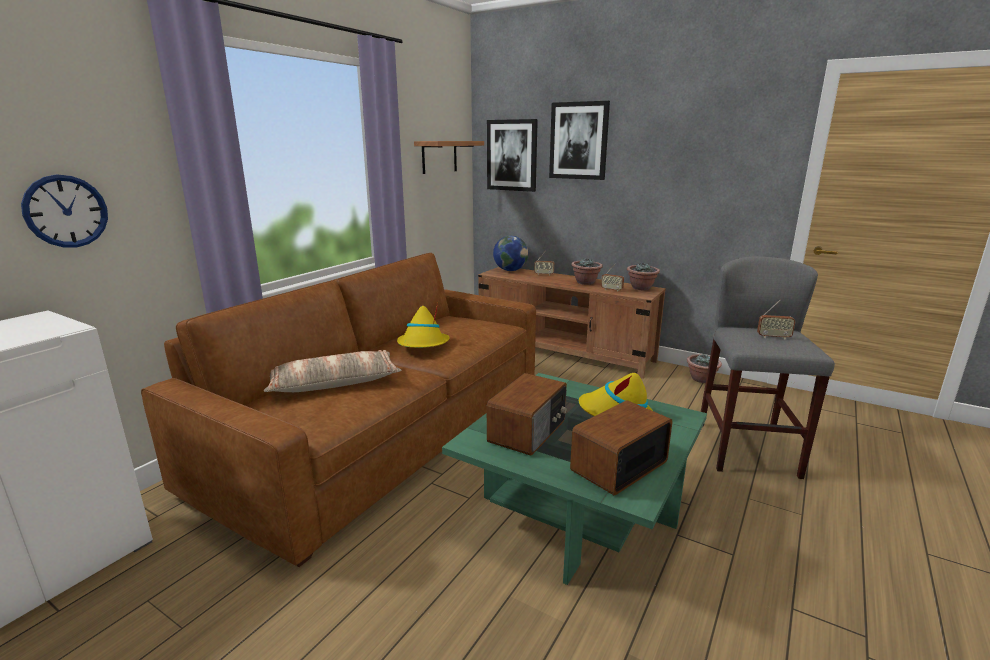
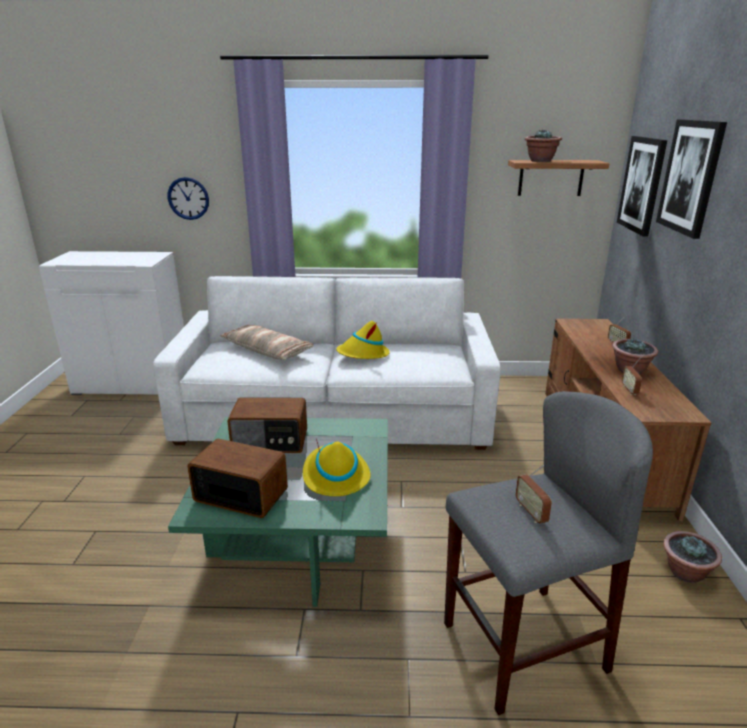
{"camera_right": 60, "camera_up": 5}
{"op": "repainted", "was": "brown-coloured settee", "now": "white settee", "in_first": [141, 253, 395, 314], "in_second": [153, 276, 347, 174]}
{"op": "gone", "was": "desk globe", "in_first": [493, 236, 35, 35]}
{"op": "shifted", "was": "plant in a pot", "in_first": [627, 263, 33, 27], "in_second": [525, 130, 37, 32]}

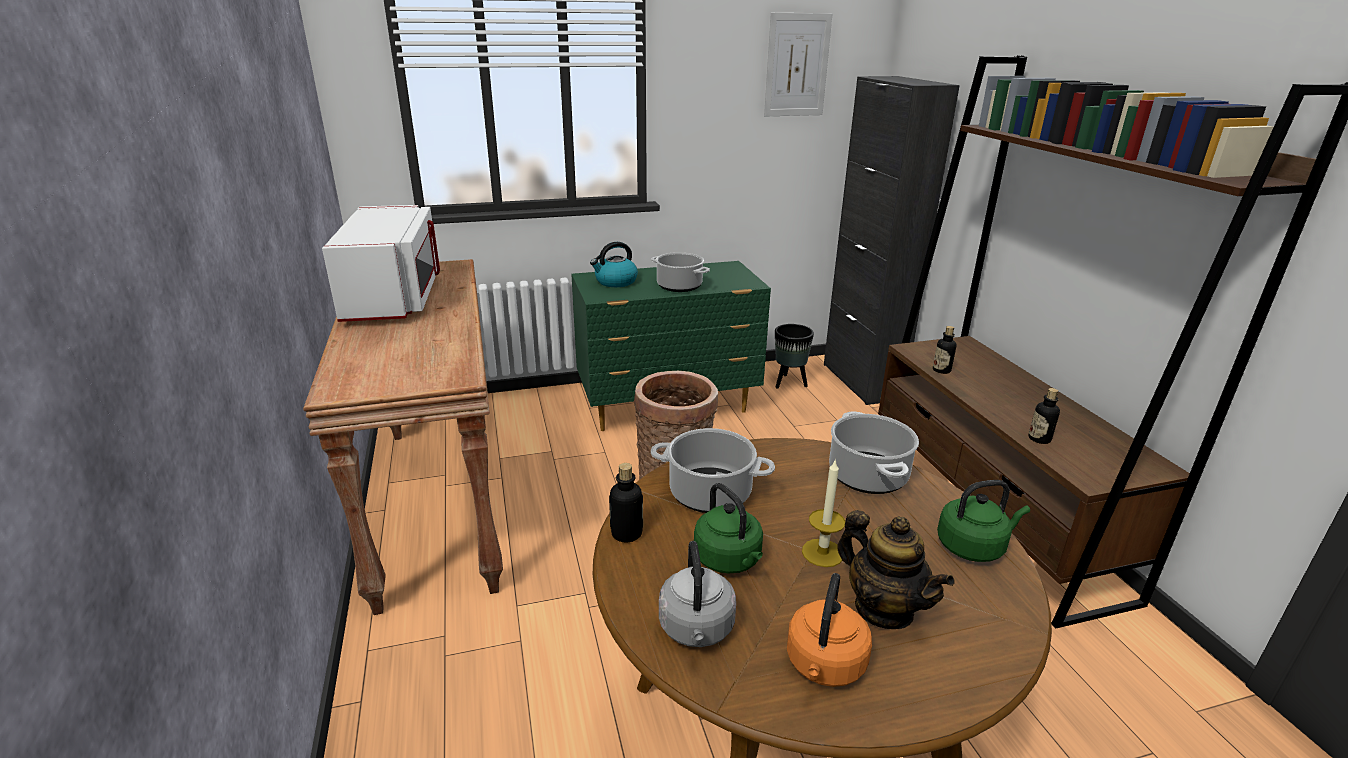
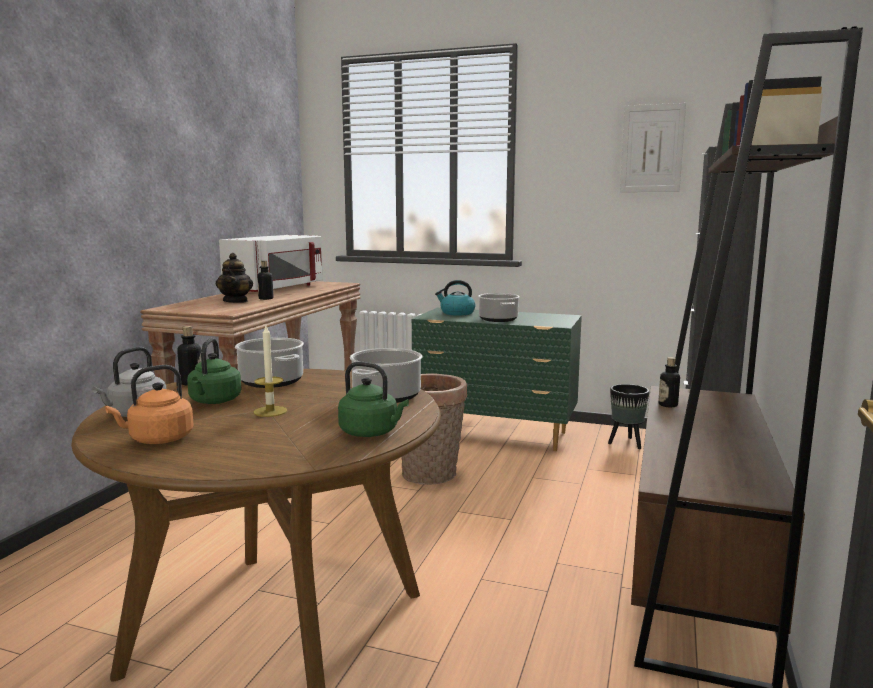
{"camera_right": 35, "camera_up": -15}
{"op": "shifted", "was": "tea pot", "in_first": [837, 510, 117, 119], "in_second": [216, 253, 37, 50]}
{"op": "shifted", "was": "beverage bottle", "in_first": [1028, 388, 32, 56], "in_second": [257, 261, 16, 39]}

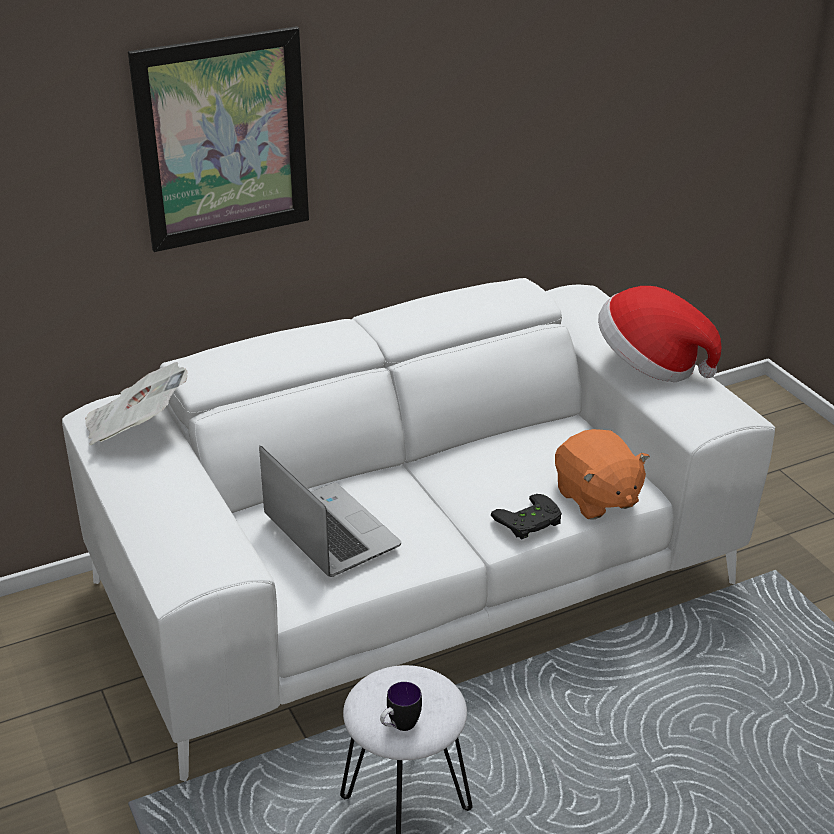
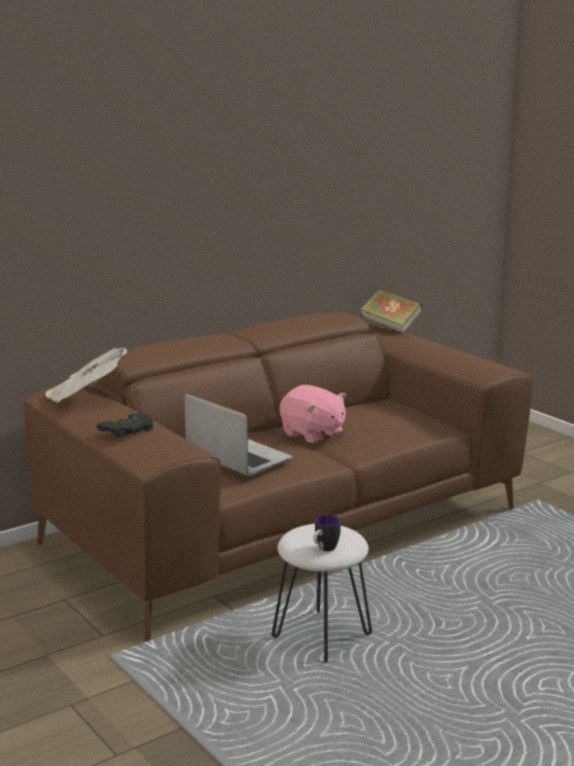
{"camera_right": -10, "camera_up": -15}
{"op": "repainted", "was": "white settee", "now": "brown-coloured settee", "in_first": [62, 278, 713, 503], "in_second": [24, 312, 509, 329]}
{"op": "gone", "was": "wall picture", "in_first": [128, 26, 181, 226]}
{"op": "shifted", "was": "black-coloured game controller", "in_first": [491, 494, 71, 45], "in_second": [97, 413, 56, 26]}
{"op": "gone", "was": "orangey cuddly toy", "in_first": [555, 429, 95, 91]}
{"op": "gone", "was": "clothing hat", "in_first": [598, 286, 124, 96]}
{"op": "new", "now": "pink-coloured cuddly toy", "in_second": [279, 385, 67, 59]}
{"op": "new", "now": "book", "in_second": [360, 288, 63, 45]}

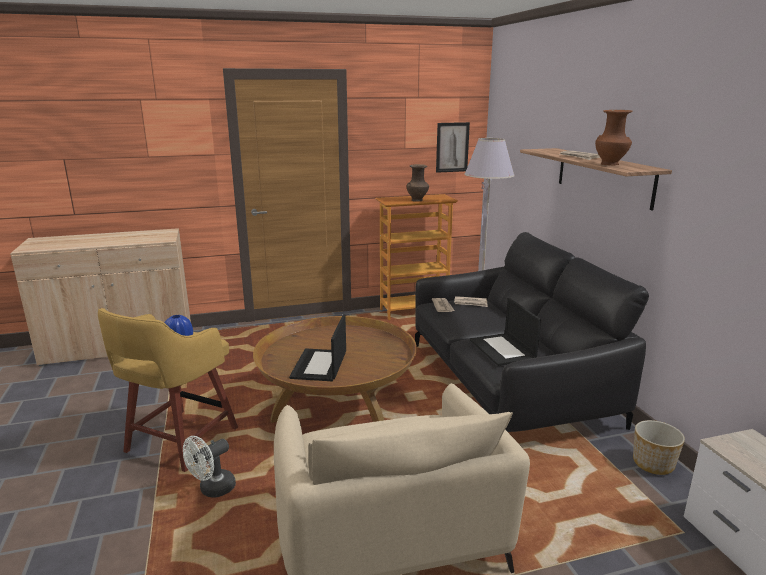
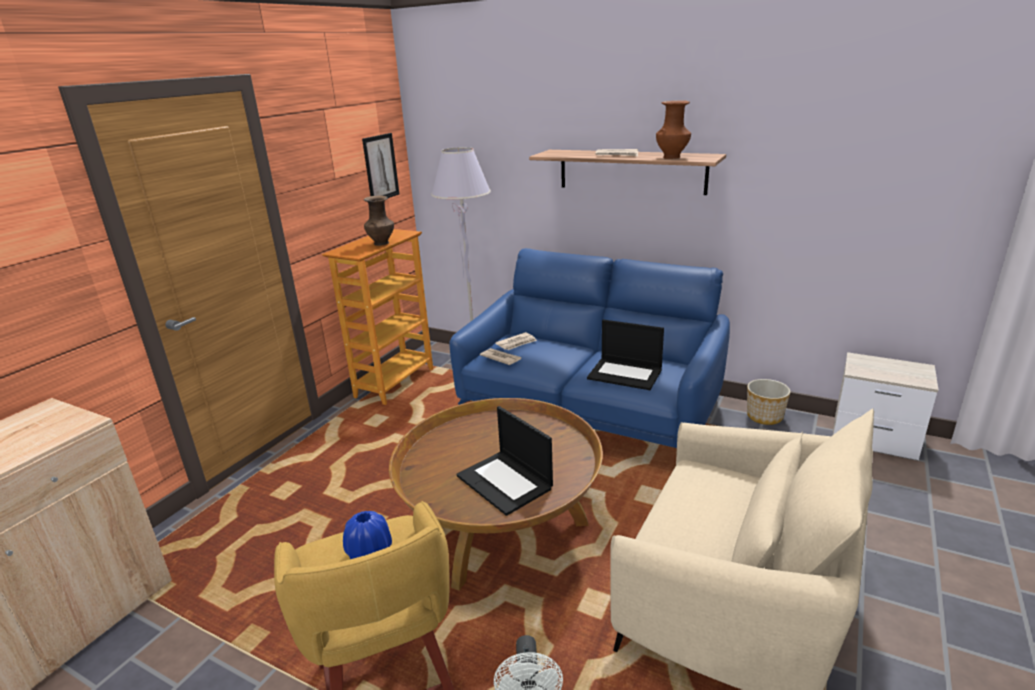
{"camera_right": -45, "camera_up": 5}
{"op": "repainted", "was": "black-coloured settee", "now": "bluish settee", "in_first": [415, 232, 234, 200], "in_second": [450, 248, 280, 200]}

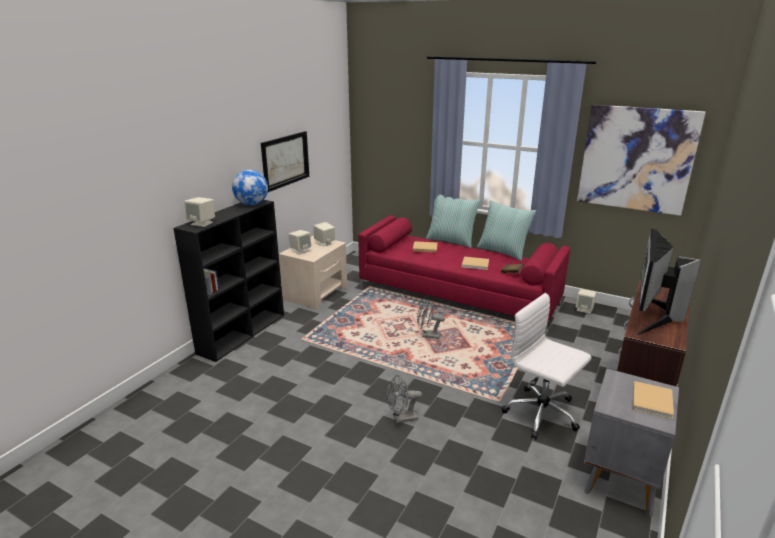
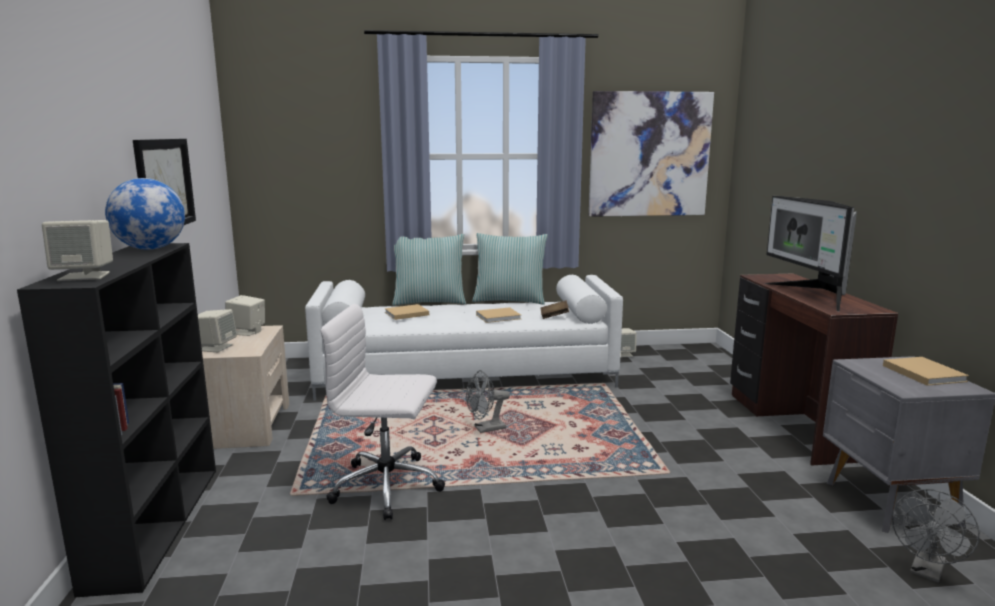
{"camera_right": -35, "camera_up": -10}
{"op": "repainted", "was": "red settee", "now": "white settee", "in_first": [358, 215, 212, 119], "in_second": [305, 275, 318, 126]}
{"op": "shifted", "was": "grey cooling fan", "in_first": [387, 375, 35, 48], "in_second": [892, 489, 88, 94]}
{"op": "shifted", "was": "white computer chair", "in_first": [501, 293, 90, 146], "in_second": [320, 304, 125, 216]}

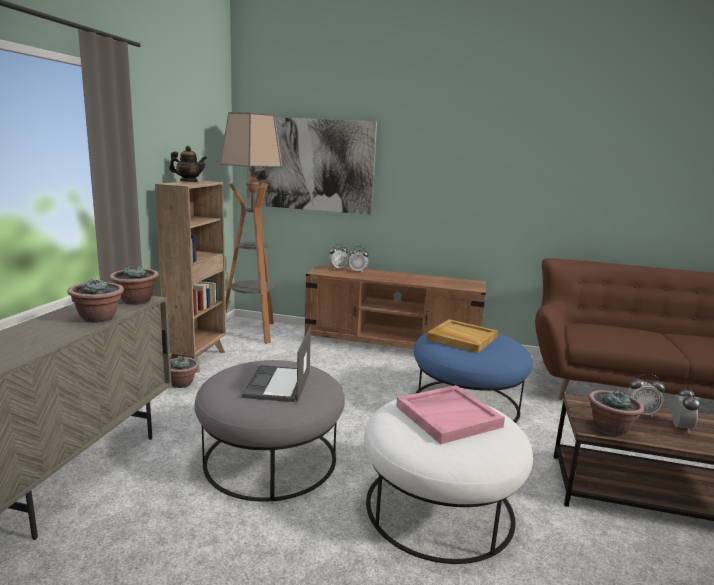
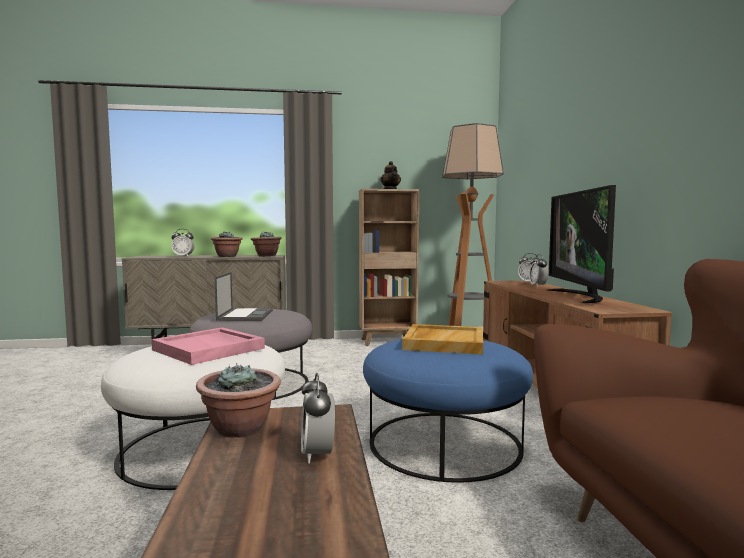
{"camera_right": 70, "camera_up": -10}
{"op": "gone", "was": "plant in a pot", "in_first": [170, 356, 29, 32]}
{"op": "rotated", "was": "portable computer", "in_first": [242, 327, 69, 75], "in_second": [215, 272, 58, 49], "clockwise": 105}
{"op": "gone", "was": "wall picture", "in_first": [247, 117, 130, 98]}
{"op": "shifted", "was": "table clock", "in_first": [672, 386, 28, 48], "in_second": [171, 229, 23, 28]}
{"op": "new", "now": "TV", "in_second": [547, 185, 69, 118]}

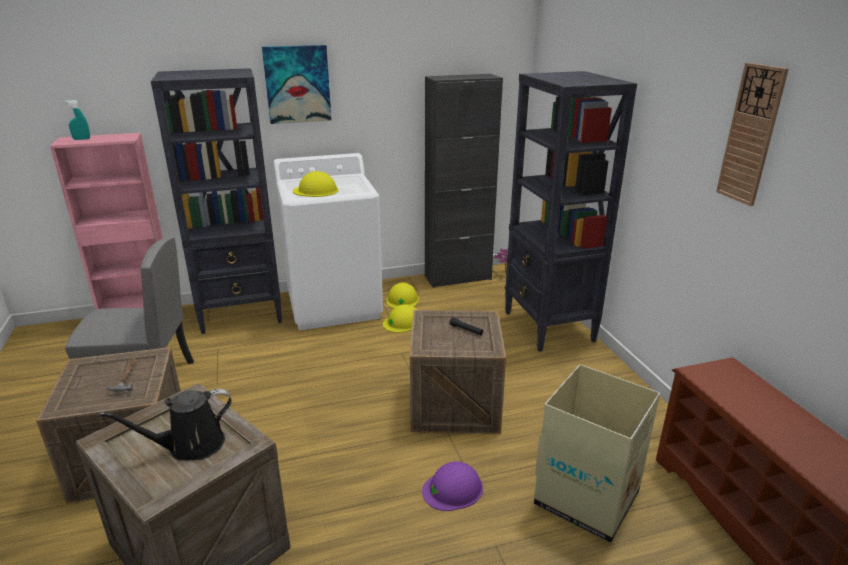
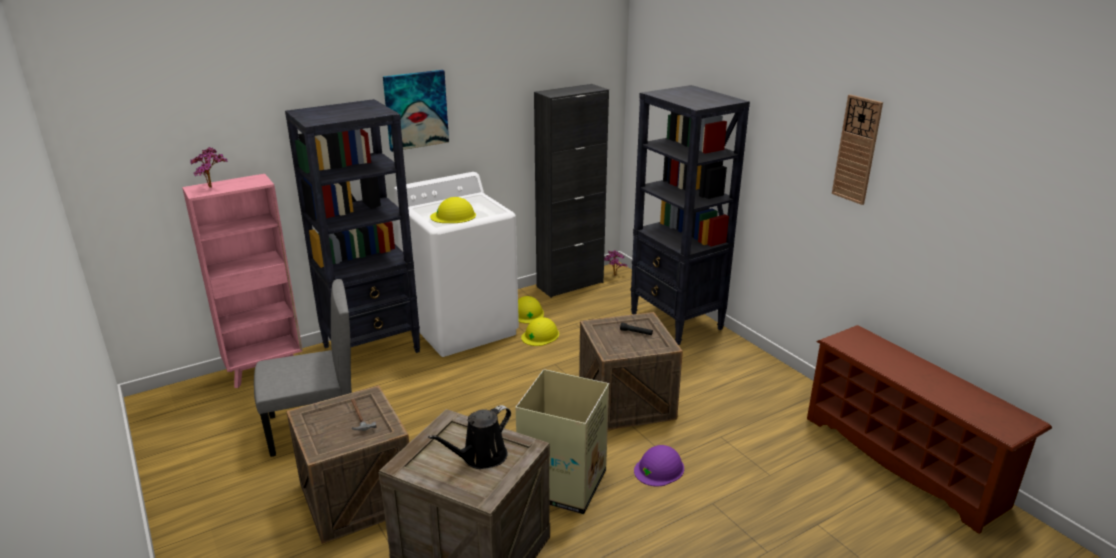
{"camera_right": -15, "camera_up": 0}
{"op": "swapped", "was": "blue-green sprayer", "now": "plant in a pot", "in_first": [65, 100, 25, 40], "in_second": [190, 147, 37, 41]}
{"op": "shifted", "was": "cardboard box", "in_first": [534, 364, 126, 179], "in_second": [516, 369, 93, 145]}

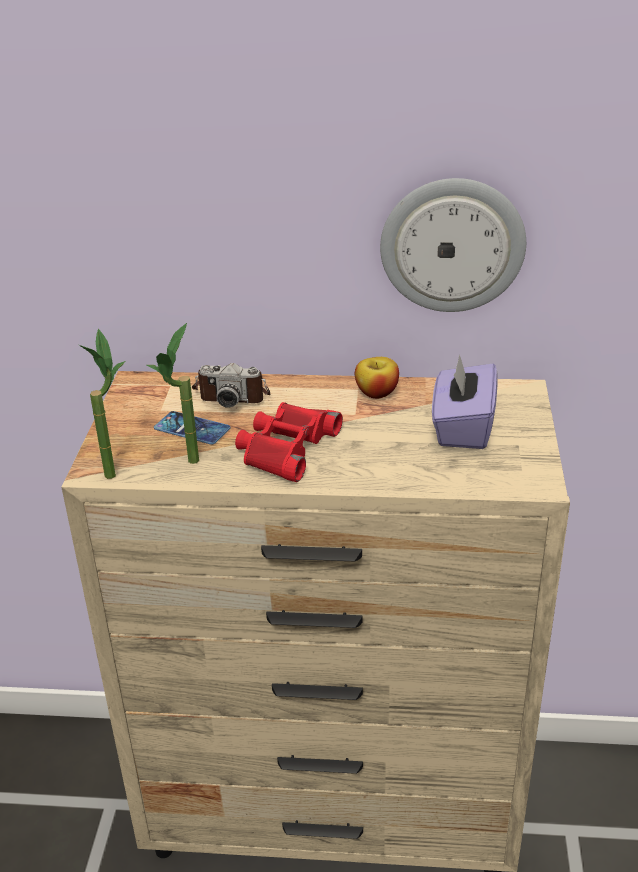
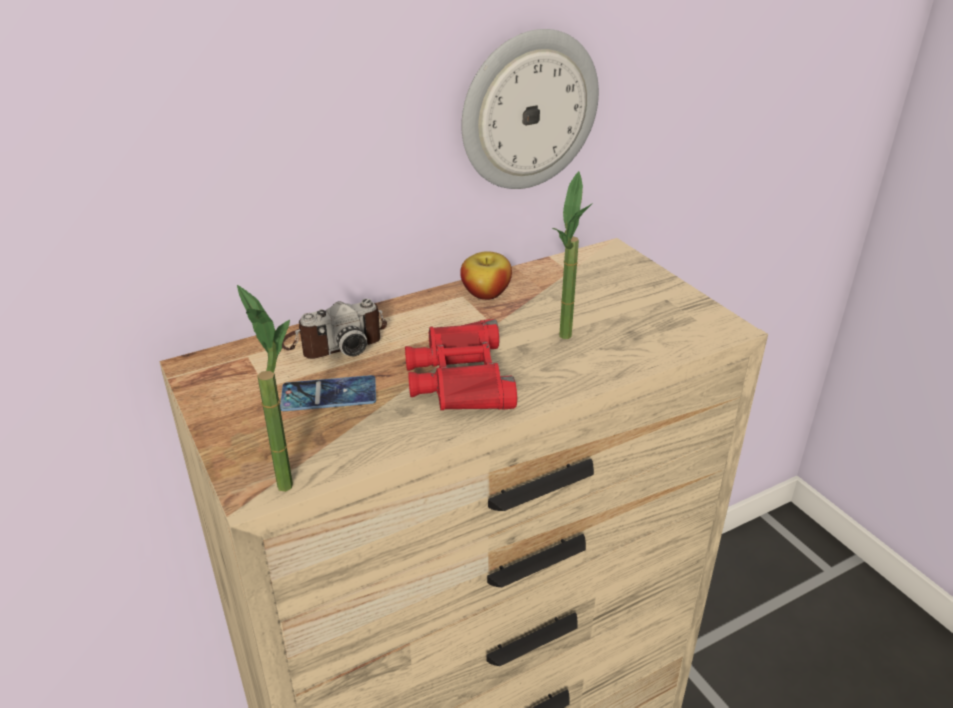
{"camera_right": -35, "camera_up": 0}
{"op": "shifted", "was": "plant in a pot", "in_first": [147, 323, 52, 141], "in_second": [552, 171, 41, 168]}
{"op": "gone", "was": "purplish tissue box", "in_first": [432, 354, 66, 95]}

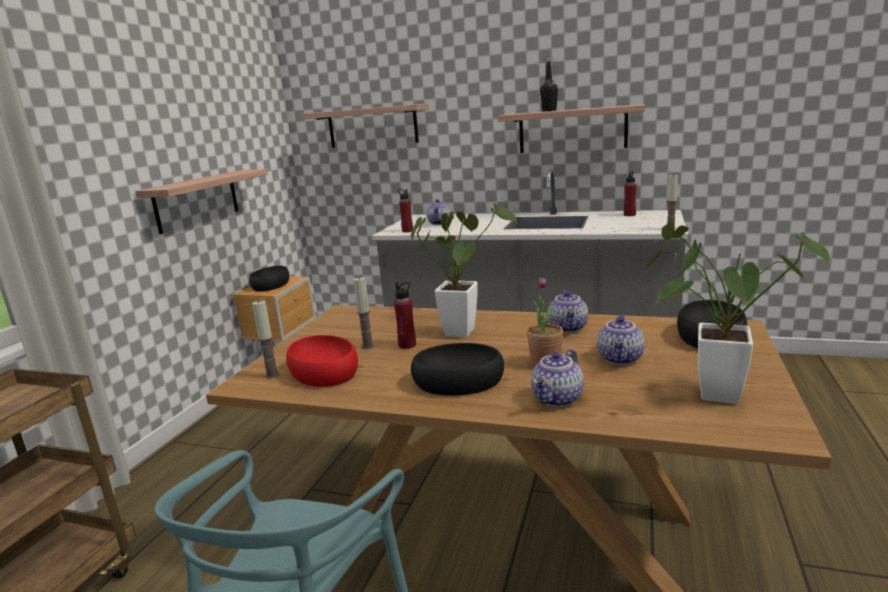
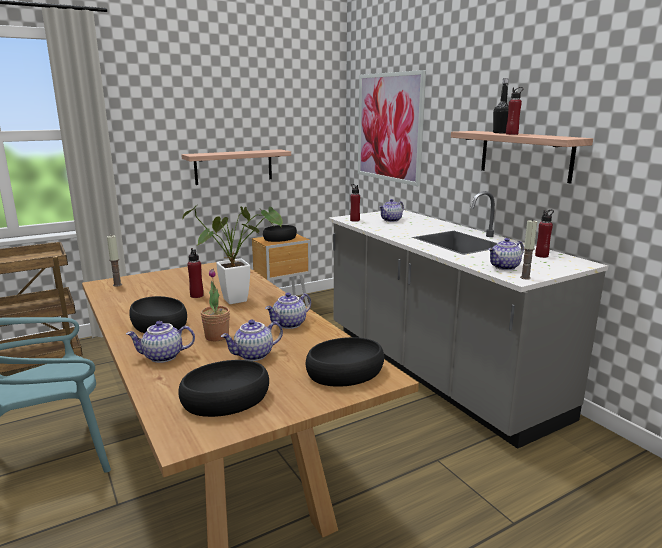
{"camera_right": 40, "camera_up": 0}
{"op": "gone", "was": "red bowl", "in_first": [286, 335, 72, 52]}
{"op": "swapped", "was": "wall shelf", "now": "wall picture", "in_first": [301, 104, 128, 44], "in_second": [358, 70, 68, 116]}
{"op": "gone", "was": "wax light", "in_first": [353, 276, 21, 73]}
{"op": "swapped", "was": "plant in a pot", "now": "black-coloured bowl", "in_first": [642, 221, 188, 183], "in_second": [178, 360, 91, 57]}
{"op": "new", "now": "tea pot", "in_second": [488, 238, 36, 32]}
{"op": "new", "now": "red beverage bottle", "in_second": [506, 87, 17, 48]}

